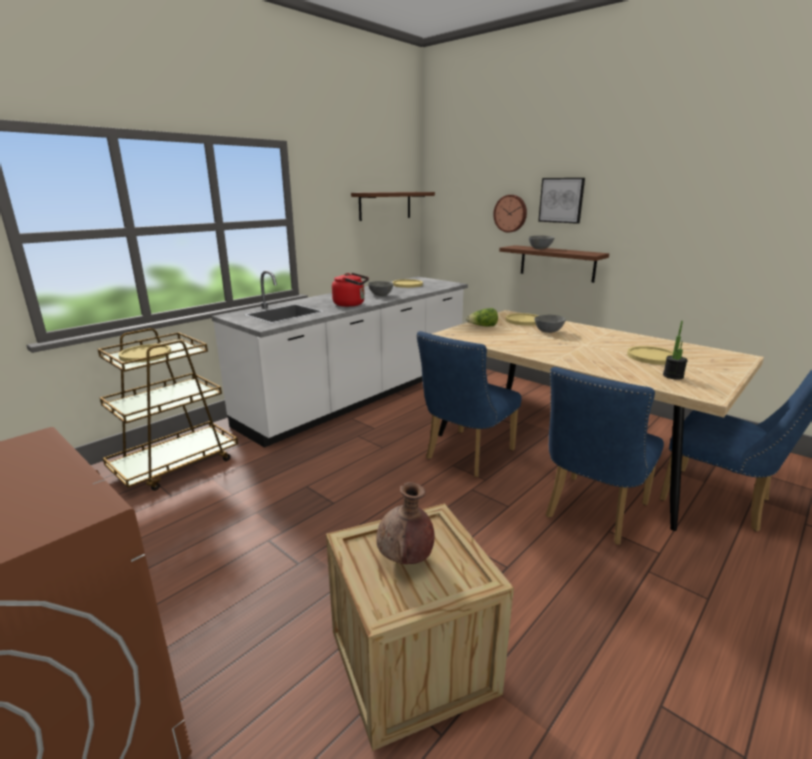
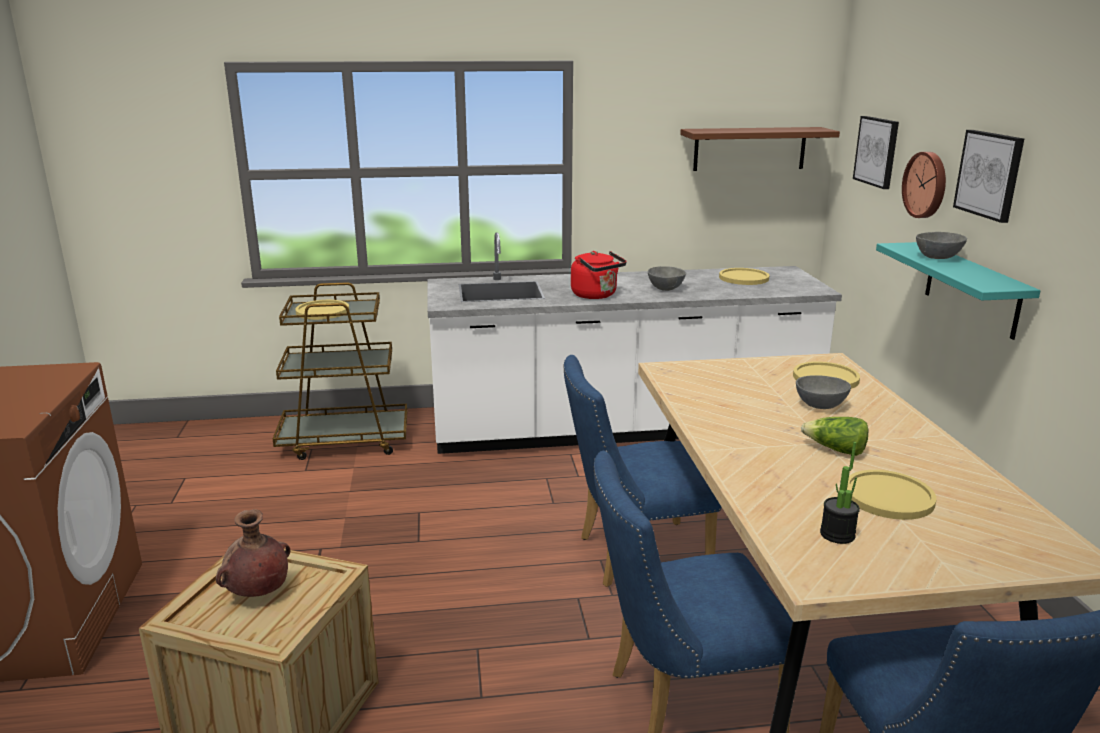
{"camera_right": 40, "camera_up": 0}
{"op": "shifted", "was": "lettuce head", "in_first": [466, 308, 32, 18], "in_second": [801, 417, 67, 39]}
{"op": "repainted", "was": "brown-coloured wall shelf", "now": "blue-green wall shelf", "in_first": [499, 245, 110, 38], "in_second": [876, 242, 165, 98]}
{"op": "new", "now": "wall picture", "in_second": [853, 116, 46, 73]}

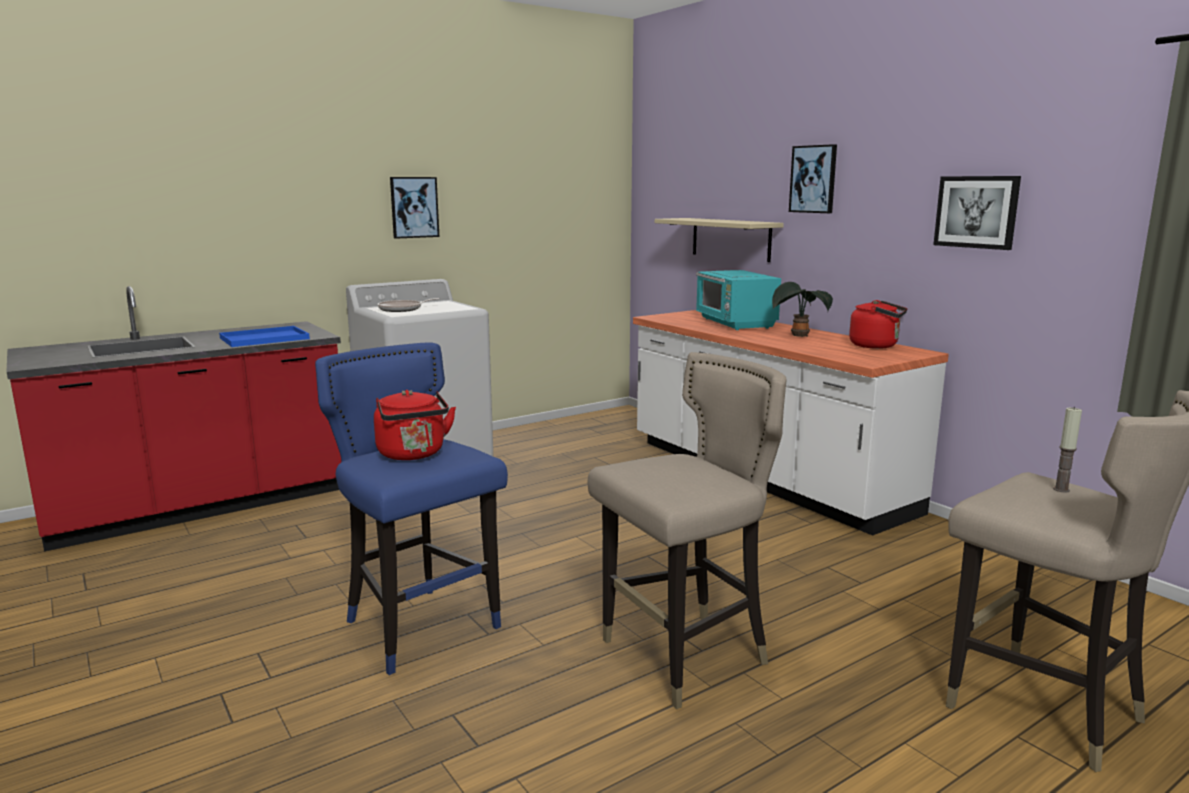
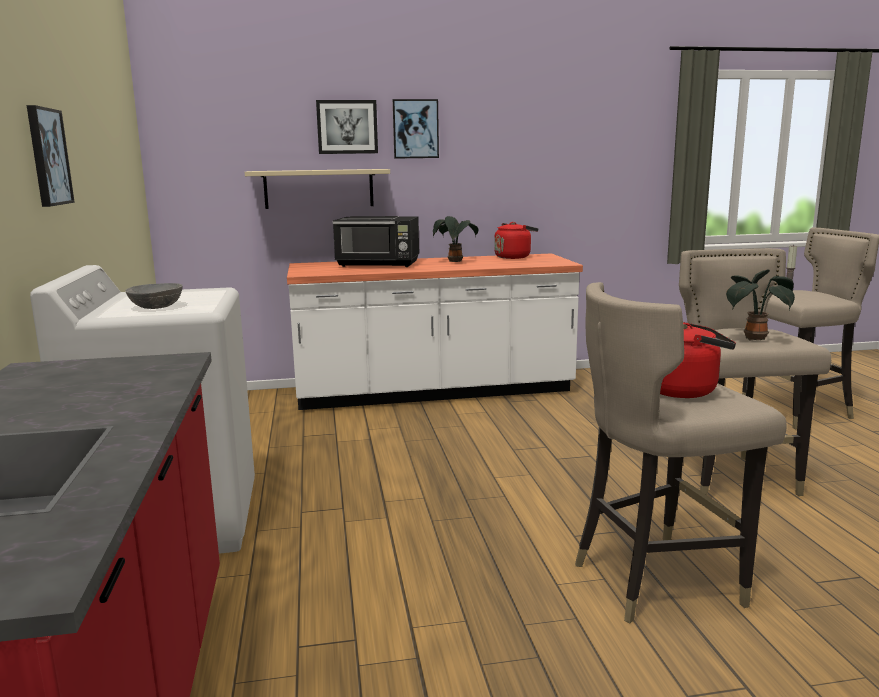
{"camera_right": -65, "camera_up": 0}
{"op": "gone", "was": "bluish serving tray", "in_first": [219, 326, 91, 21]}
{"op": "repainted", "was": "bluish stool", "now": "beige stool", "in_first": [315, 343, 193, 332], "in_second": [575, 282, 211, 342]}
{"op": "swapped", "was": "skillet", "now": "grey bowl", "in_first": [377, 298, 63, 14], "in_second": [125, 283, 58, 26]}
{"op": "repainted", "was": "blue-green microwave oven", "now": "black-coloured microwave oven", "in_first": [696, 270, 85, 60], "in_second": [332, 216, 87, 51]}
{"op": "shifted", "was": "wall picture", "in_first": [933, 176, 88, 74], "in_second": [316, 100, 62, 54]}
{"op": "new", "now": "plant in a pot", "in_second": [726, 269, 69, 72]}

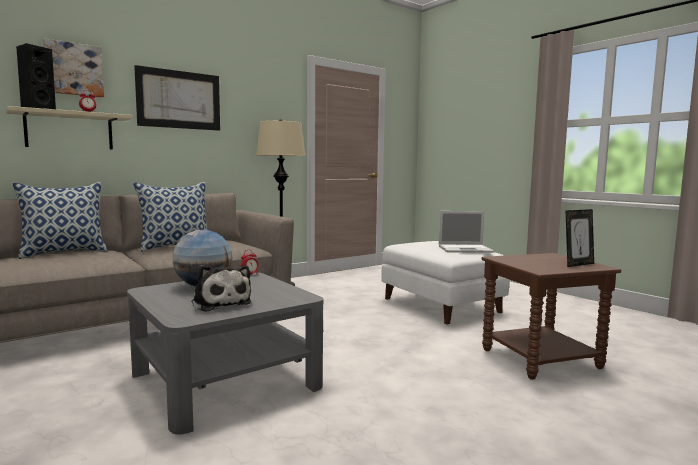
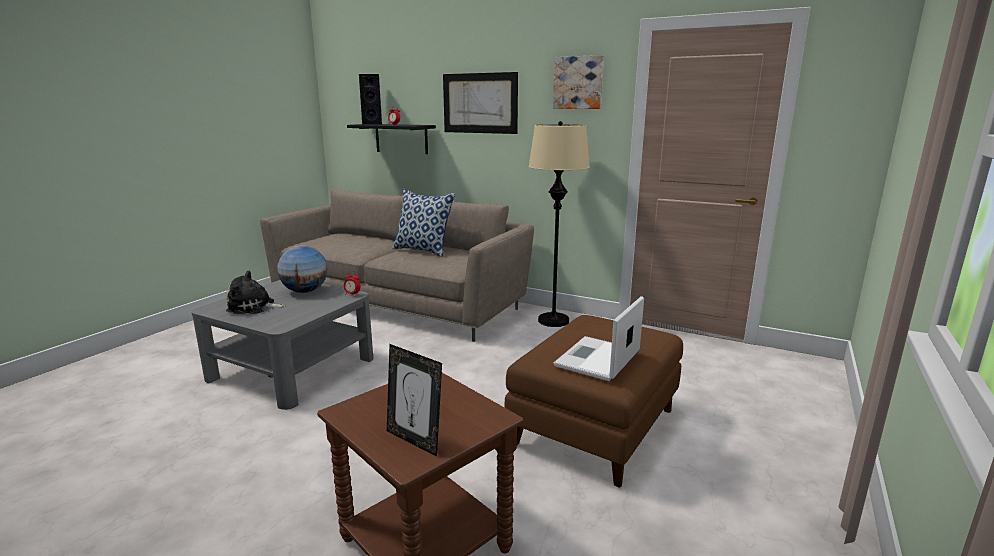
{"camera_right": 65, "camera_up": 10}
{"op": "repainted", "was": "beige wall shelf", "now": "black-coloured wall shelf", "in_first": [6, 106, 127, 44], "in_second": [347, 124, 89, 30]}
{"op": "gone", "was": "cushion", "in_first": [12, 182, 96, 77]}
{"op": "shifted", "was": "wall picture", "in_first": [43, 39, 61, 58], "in_second": [553, 55, 51, 54]}
{"op": "rotated", "was": "cuddly toy", "in_first": [192, 265, 60, 47], "in_second": [226, 270, 60, 44], "clockwise": 60}
{"op": "repainted", "was": "white footrest", "now": "brown-coloured footrest", "in_first": [382, 241, 127, 84], "in_second": [504, 315, 179, 173]}
{"op": "rotated", "was": "portable computer", "in_first": [439, 211, 55, 42], "in_second": [554, 296, 90, 85], "clockwise": 60}

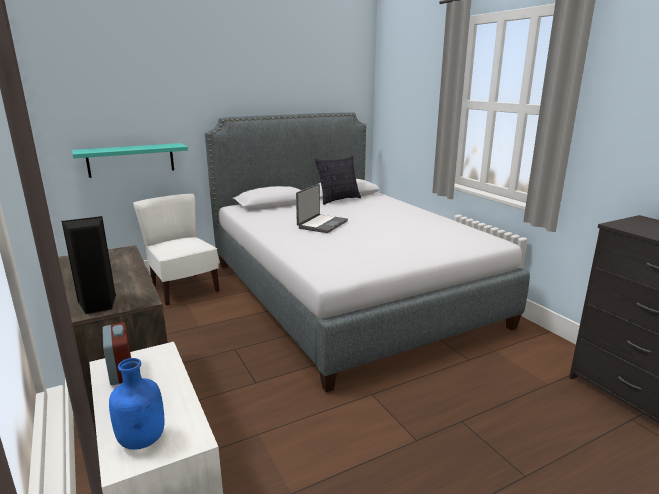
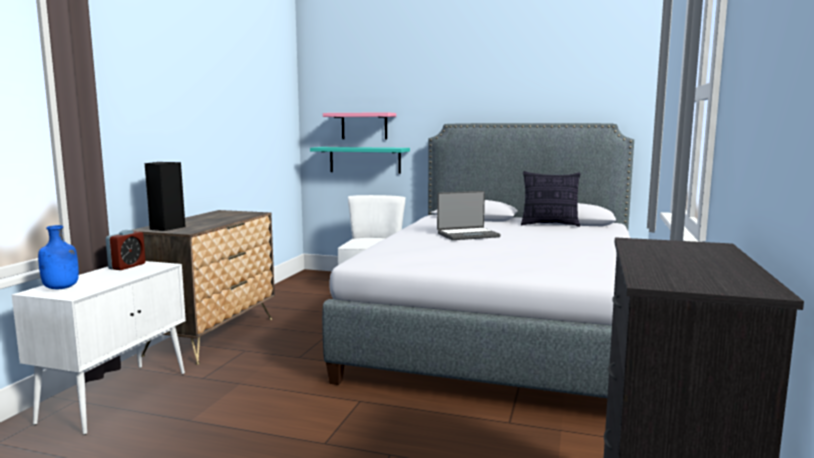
{"camera_right": 45, "camera_up": -10}
{"op": "new", "now": "pink-coloured wall shelf", "in_second": [323, 112, 73, 28]}

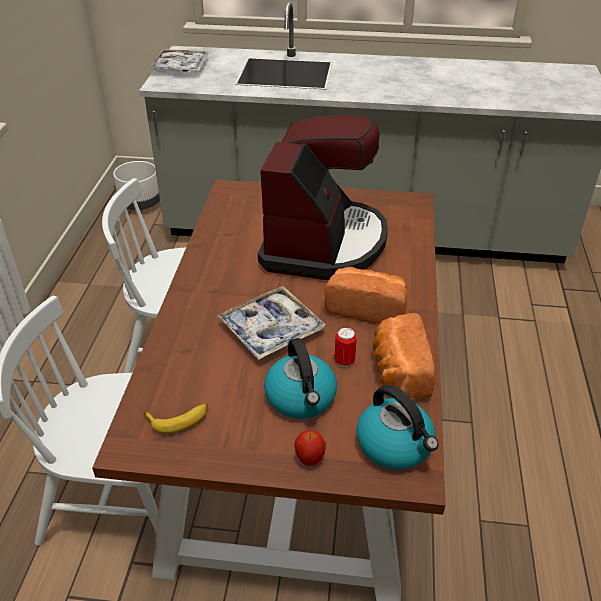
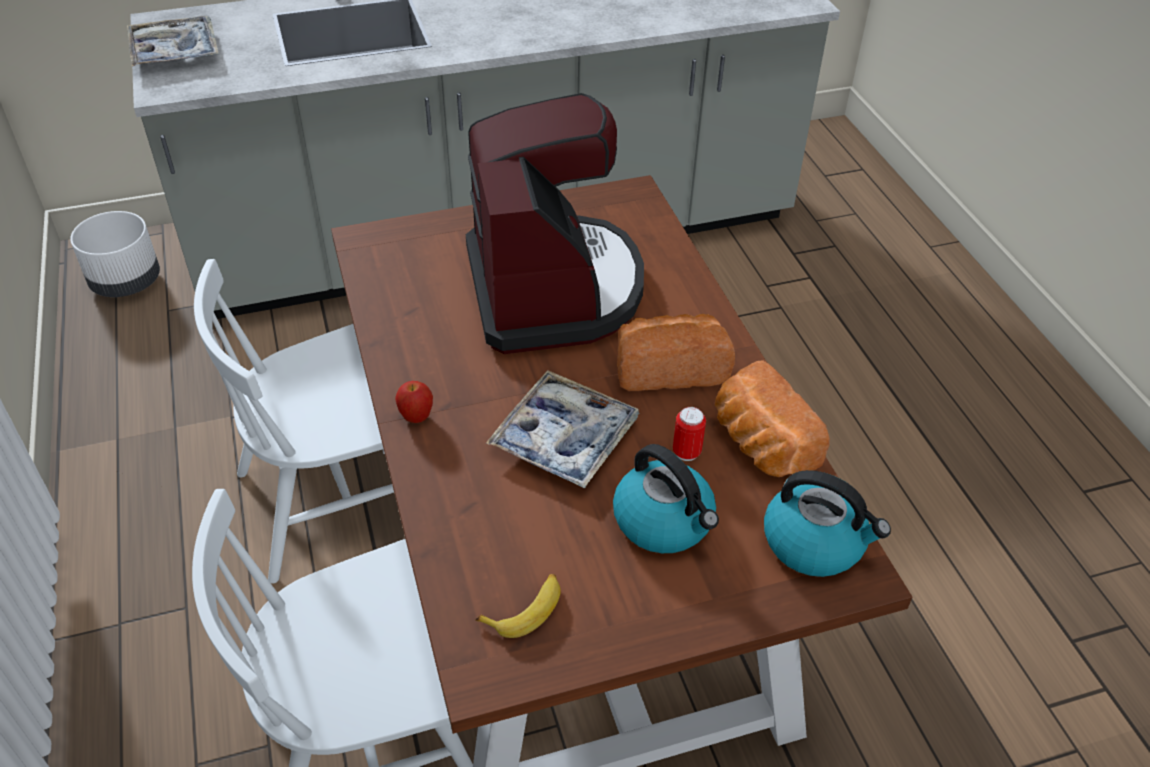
{"camera_right": -25, "camera_up": 5}
{"op": "shifted", "was": "whole apple", "in_first": [294, 430, 32, 36], "in_second": [395, 381, 38, 42]}

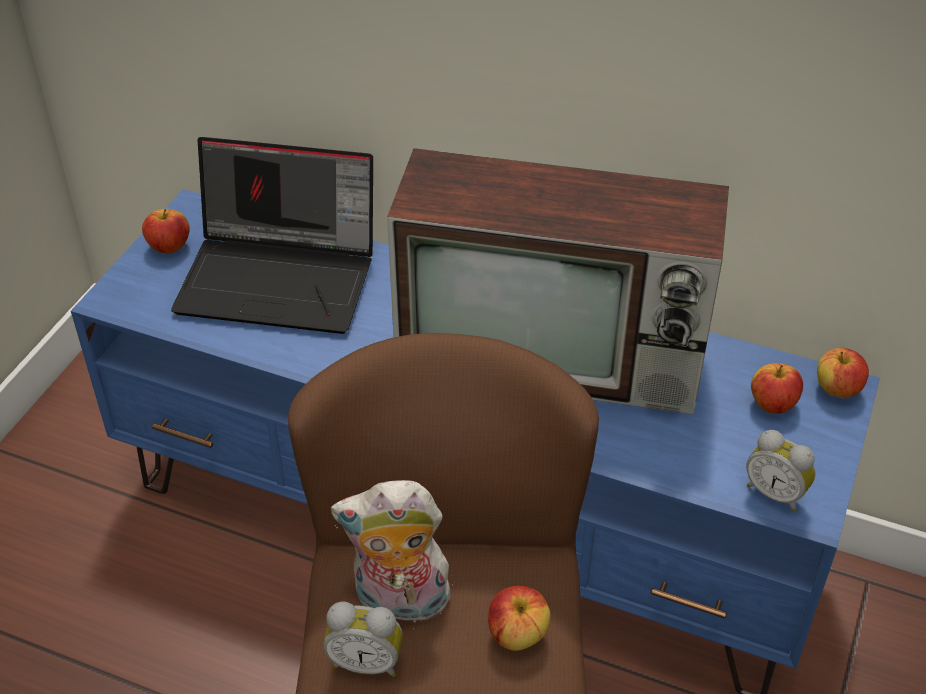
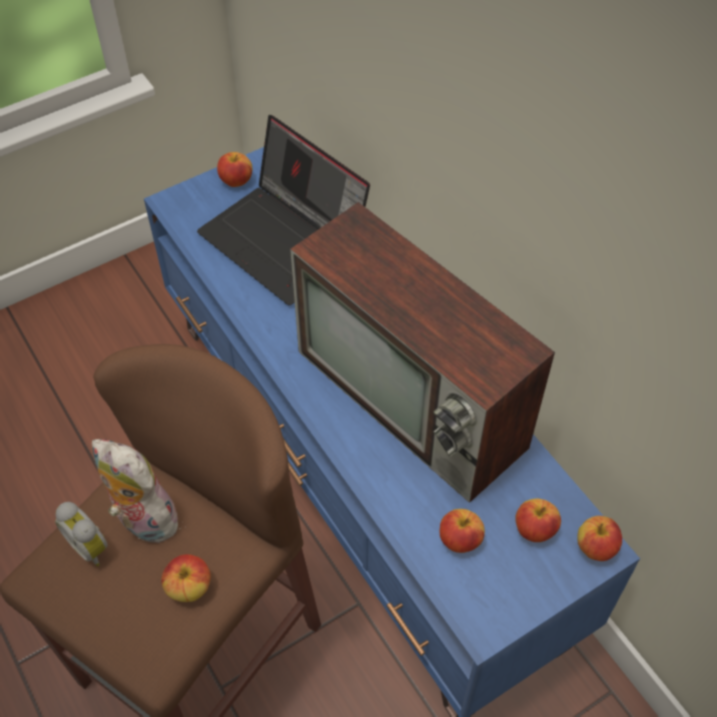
{"camera_right": 35, "camera_up": 10}
{"op": "gone", "was": "table clock", "in_first": [746, 430, 70, 82]}
{"op": "new", "now": "whole apple", "in_second": [440, 509, 45, 44]}

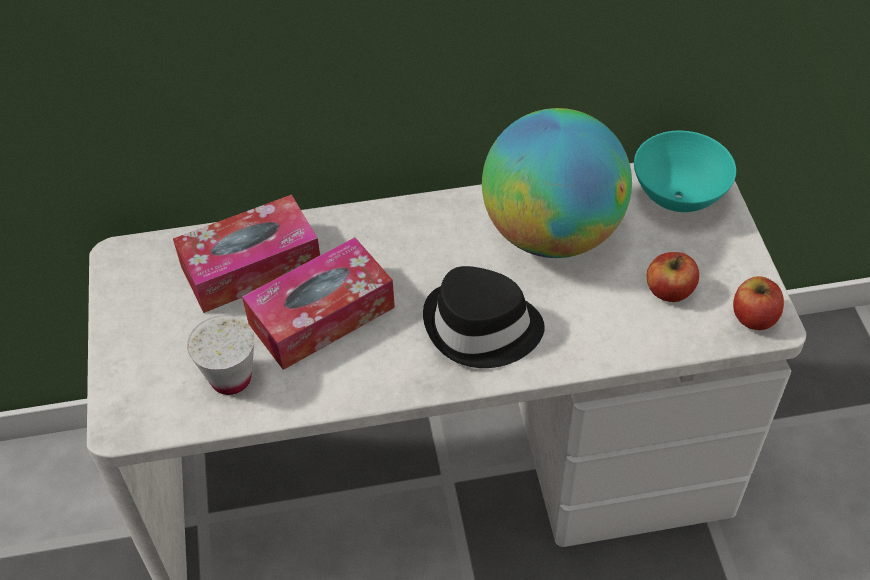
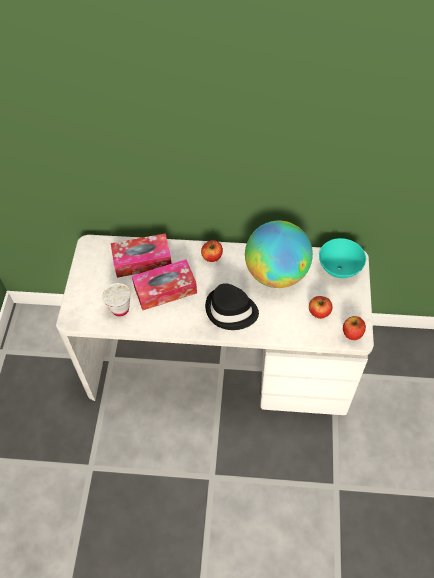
{"camera_right": 15, "camera_up": 5}
{"op": "new", "now": "whole apple", "in_second": [201, 240, 22, 22]}

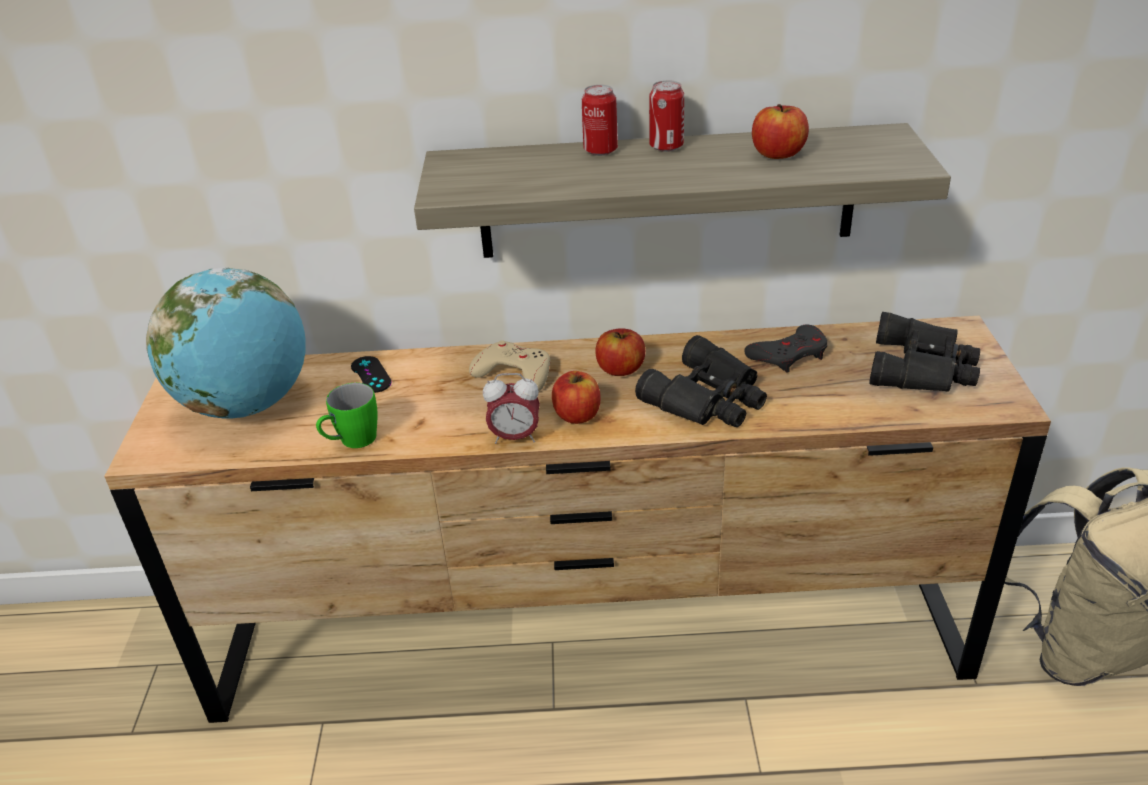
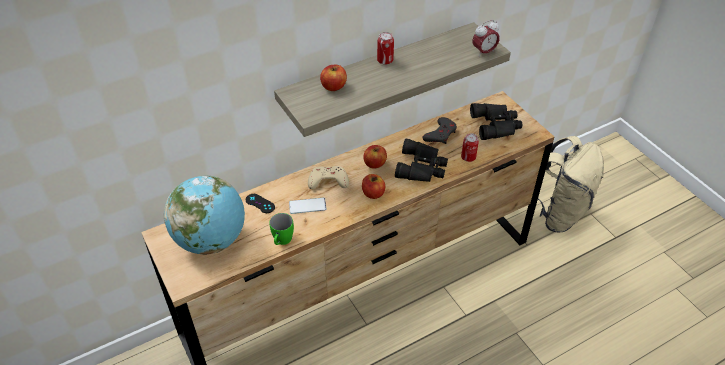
{"camera_right": -30, "camera_up": 10}
{"op": "shifted", "was": "table clock", "in_first": [483, 373, 57, 71], "in_second": [472, 20, 28, 37]}
{"op": "shifted", "was": "sealed can", "in_first": [582, 85, 36, 71], "in_second": [461, 133, 18, 29]}
{"op": "shifted", "was": "whole apple", "in_first": [752, 104, 57, 55], "in_second": [320, 65, 27, 26]}
{"op": "new", "now": "phone", "in_second": [289, 198, 37, 16]}

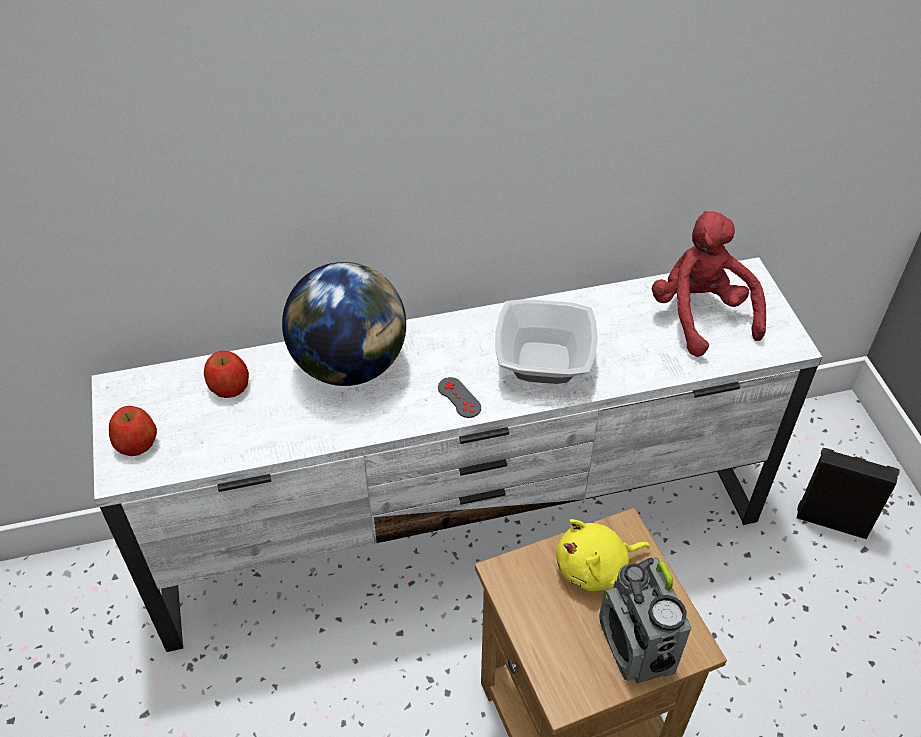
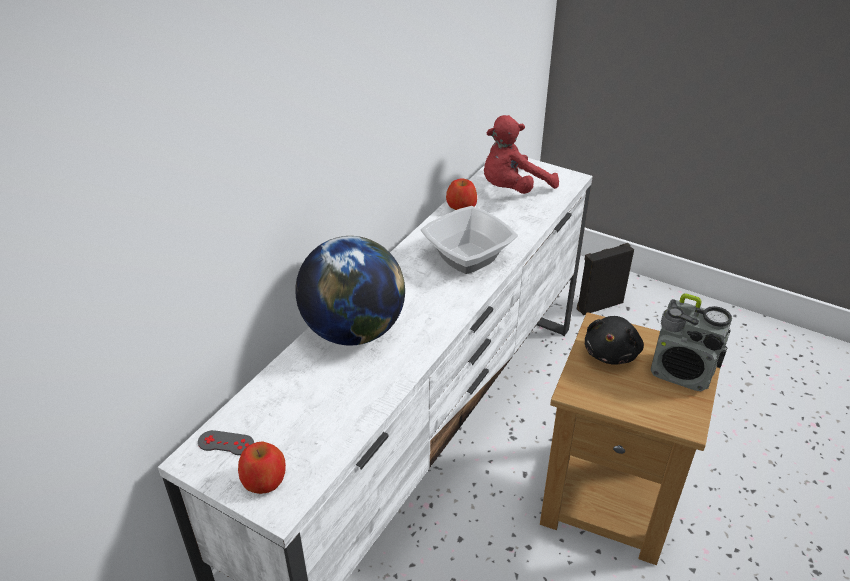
{"camera_right": -45, "camera_up": -10}
{"op": "shifted", "was": "whole apple", "in_first": [204, 350, 45, 48], "in_second": [446, 178, 31, 32]}
{"op": "shifted", "was": "grey game controller", "in_first": [438, 377, 43, 41], "in_second": [198, 430, 56, 25]}
{"op": "repainted", "was": "yellowish cuddly toy", "now": "black-coloured cuddly toy", "in_first": [556, 519, 94, 72], "in_second": [585, 316, 59, 49]}
{"op": "rotated", "was": "red cuddly toy", "in_first": [651, 211, 115, 146], "in_second": [484, 115, 75, 79], "clockwise": -60}

